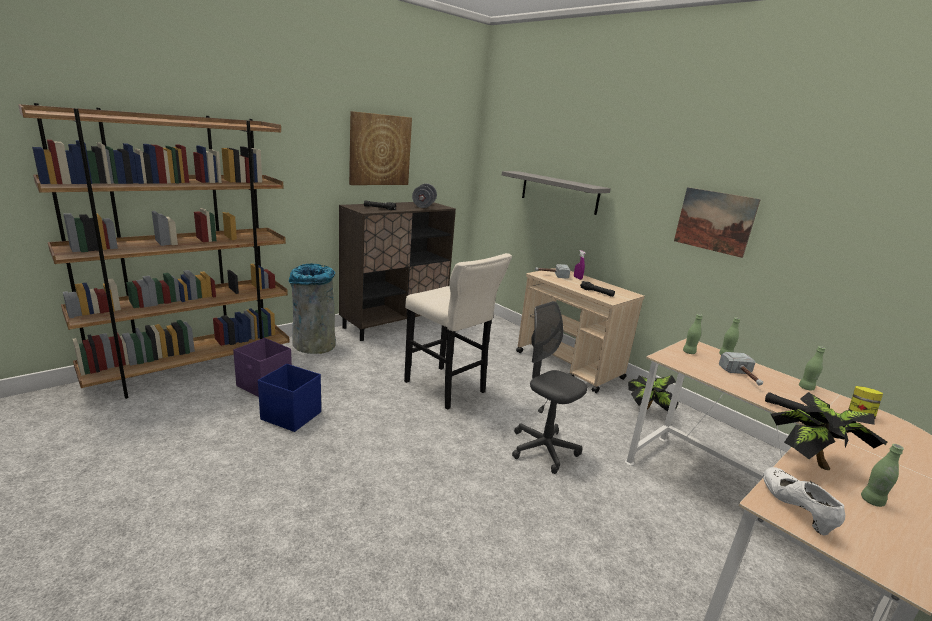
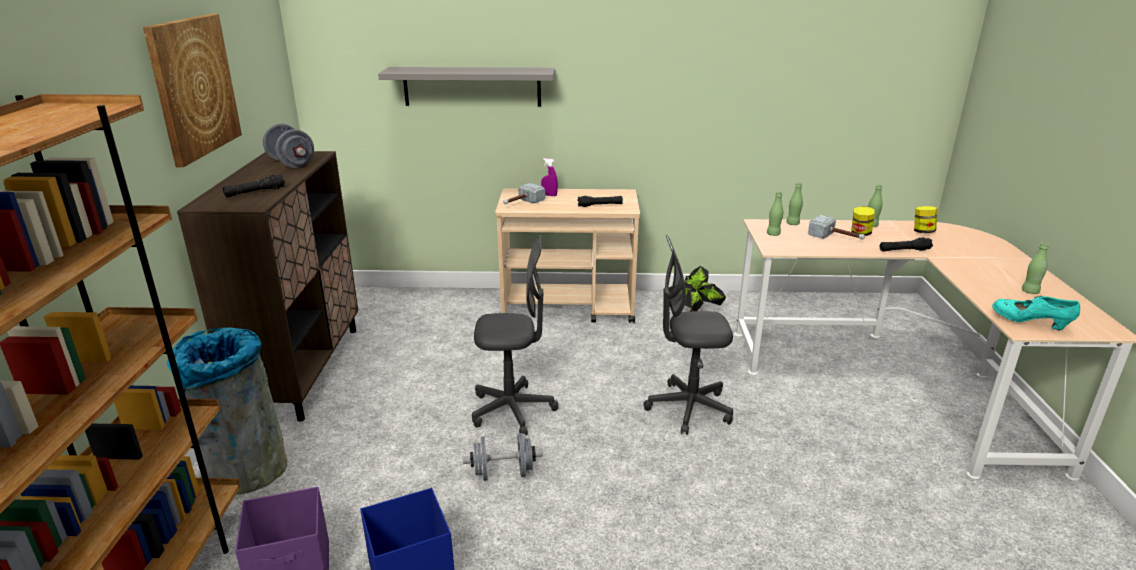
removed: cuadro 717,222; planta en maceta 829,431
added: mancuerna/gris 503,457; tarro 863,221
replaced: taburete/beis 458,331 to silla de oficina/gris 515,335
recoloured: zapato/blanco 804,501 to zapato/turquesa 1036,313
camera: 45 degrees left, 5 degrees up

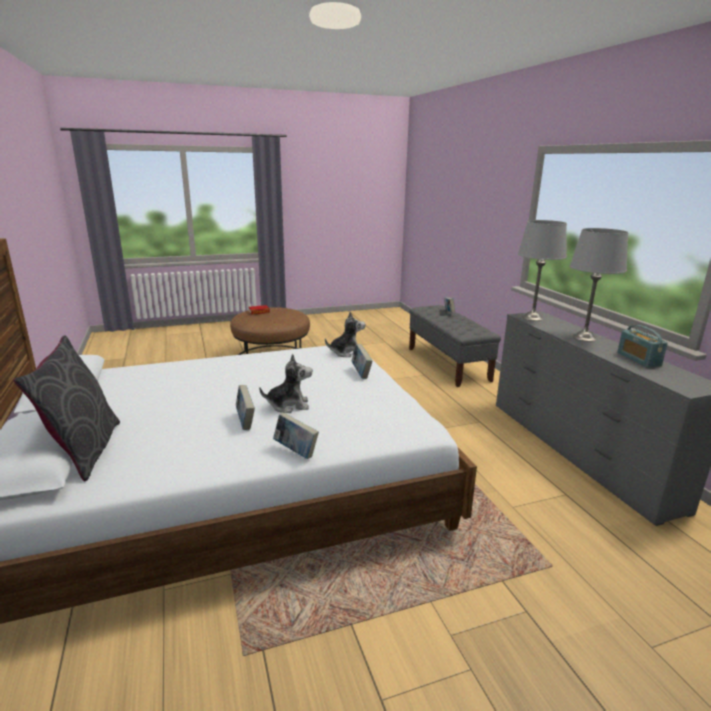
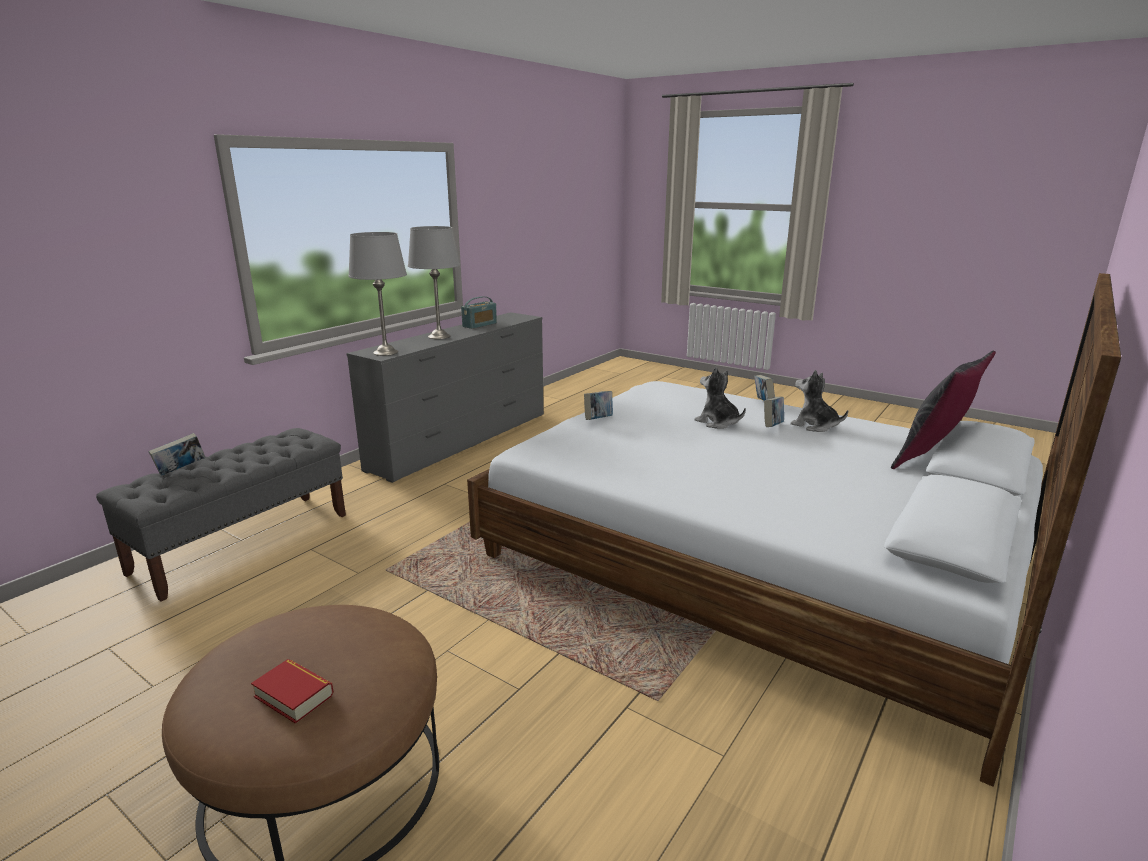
moved: peluche 345,334 to 819,401
camera: 125 degrees left, 0 degrees up

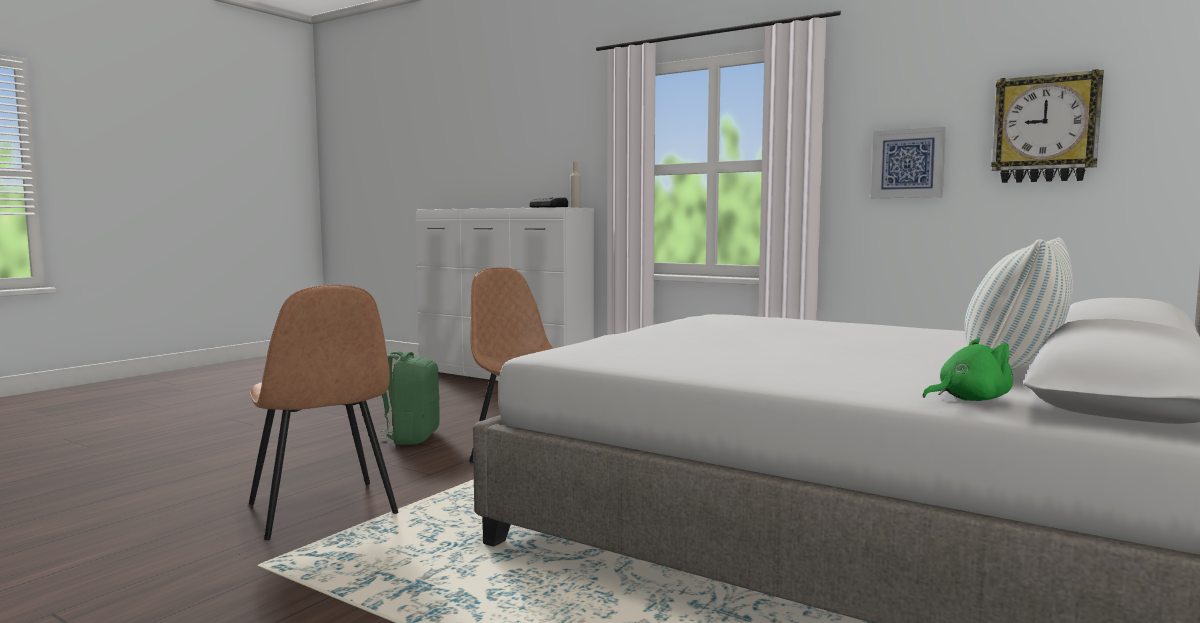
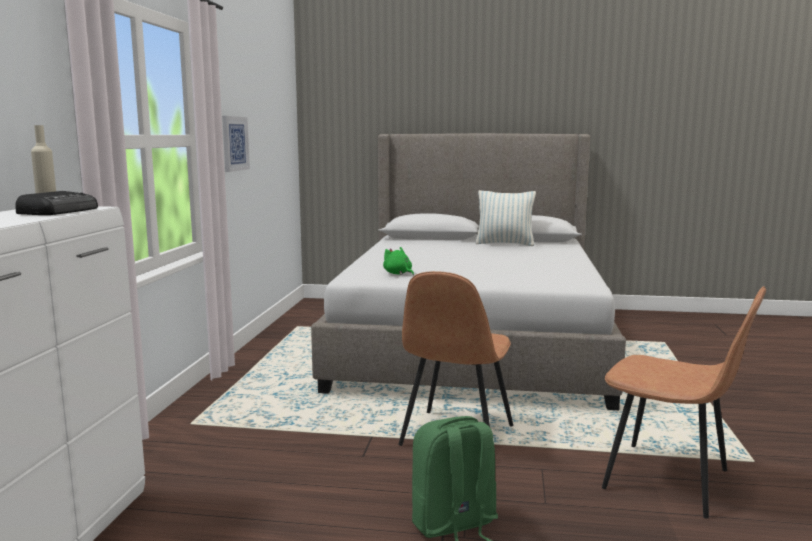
removed: reloj de pared 1047,126
moved: peluche/verde 968,369 to 398,261
turned: silla/marrón 323,412 = 684,403 90 degrees clockwise
camera: 115 degrees left, 5 degrees up

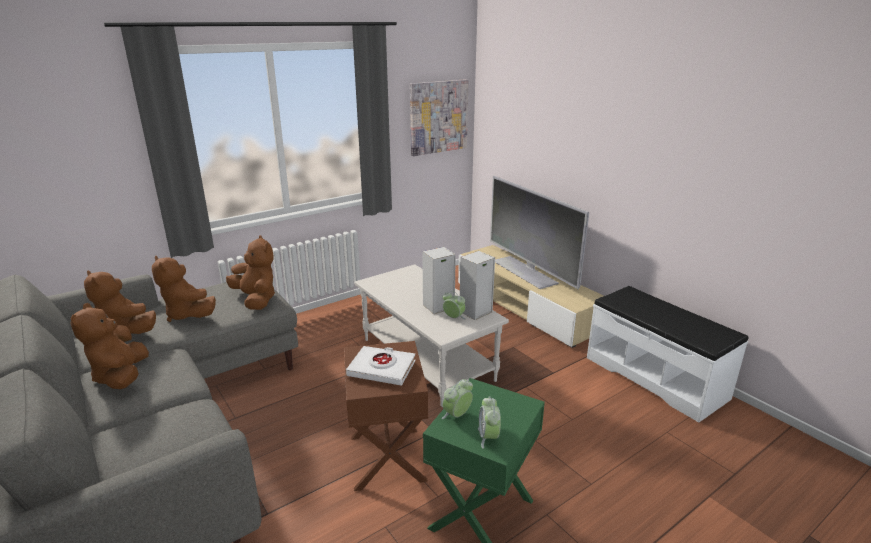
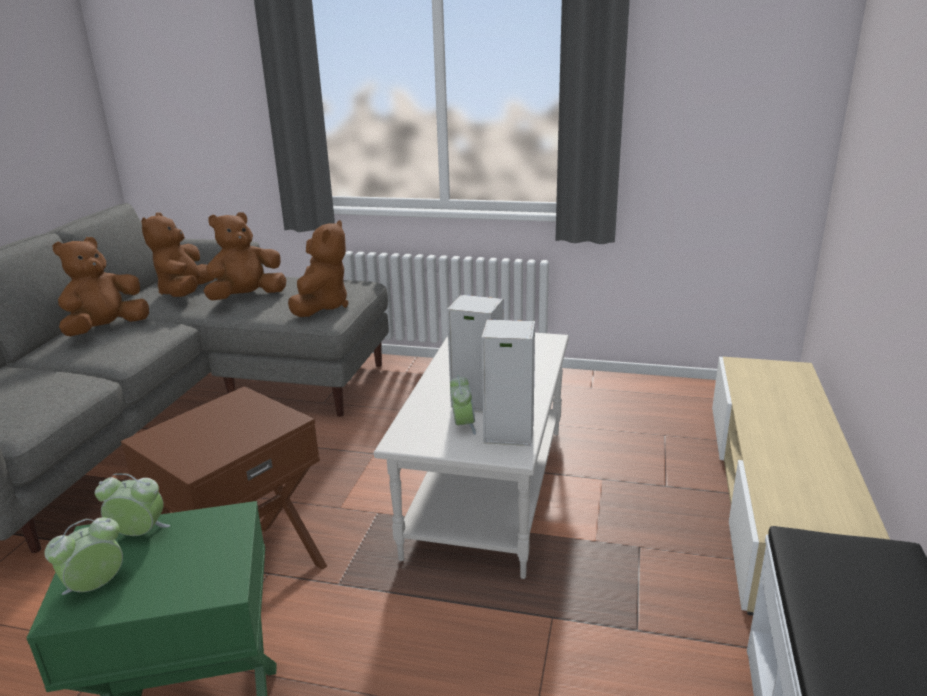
removed: libro/blanco 380,366; cuadro 439,117; televisor 539,232
turned: peluche/marrón 184,289 = 245,256 45 degrees clockwise
camera: 50 degrees right, 0 degrees up

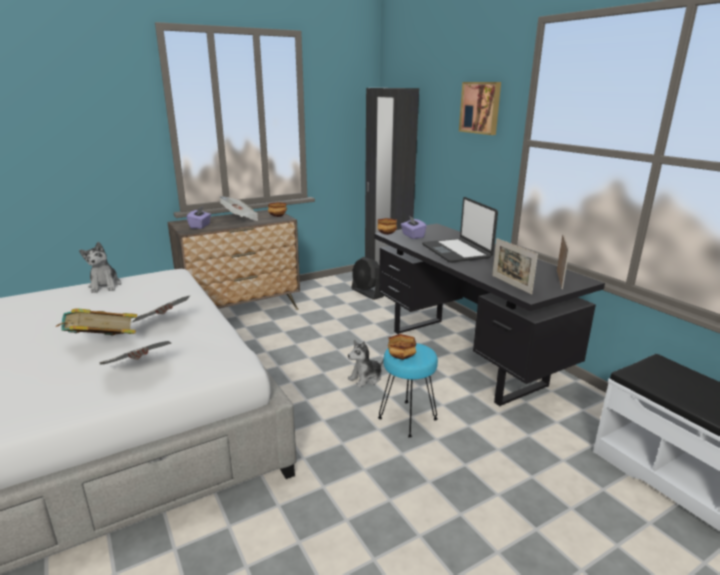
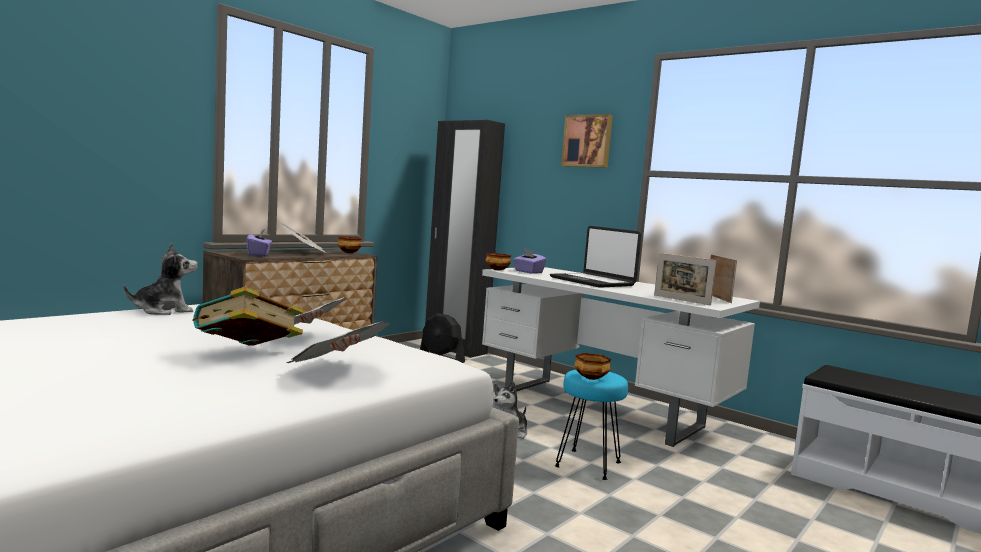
recoloured: escritorio/negro 489,314 to escritorio/blanco 621,357
turned: peluche 100,267 = 161,279 90 degrees counterclockwise
camera: 20 degrees left, 15 degrees down

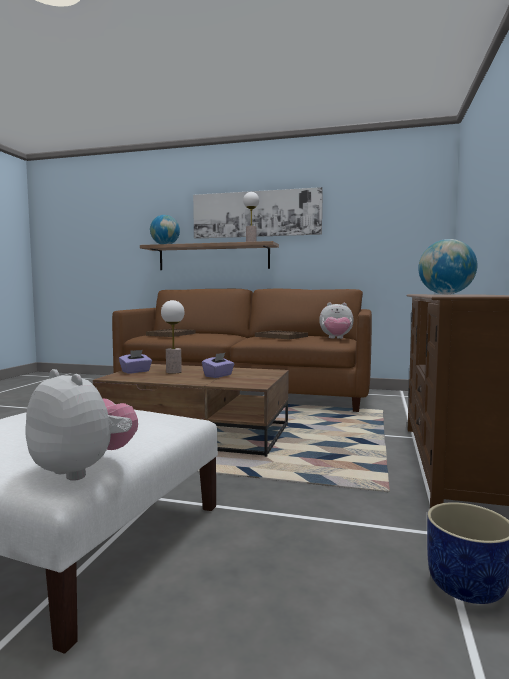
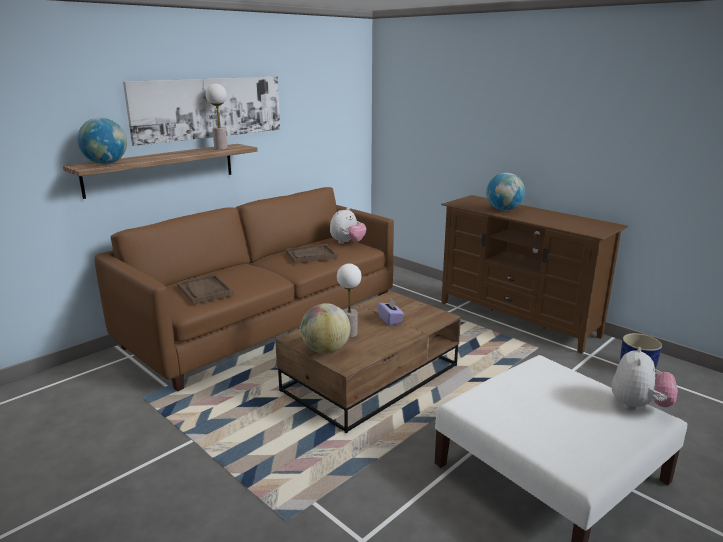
replaced: caja de pañuelos/morado 135,362 to globo terráqueo 326,328
turned: peluche 81,425 = 645,378 135 degrees clockwise
camera: 60 degrees left, 15 degrees up

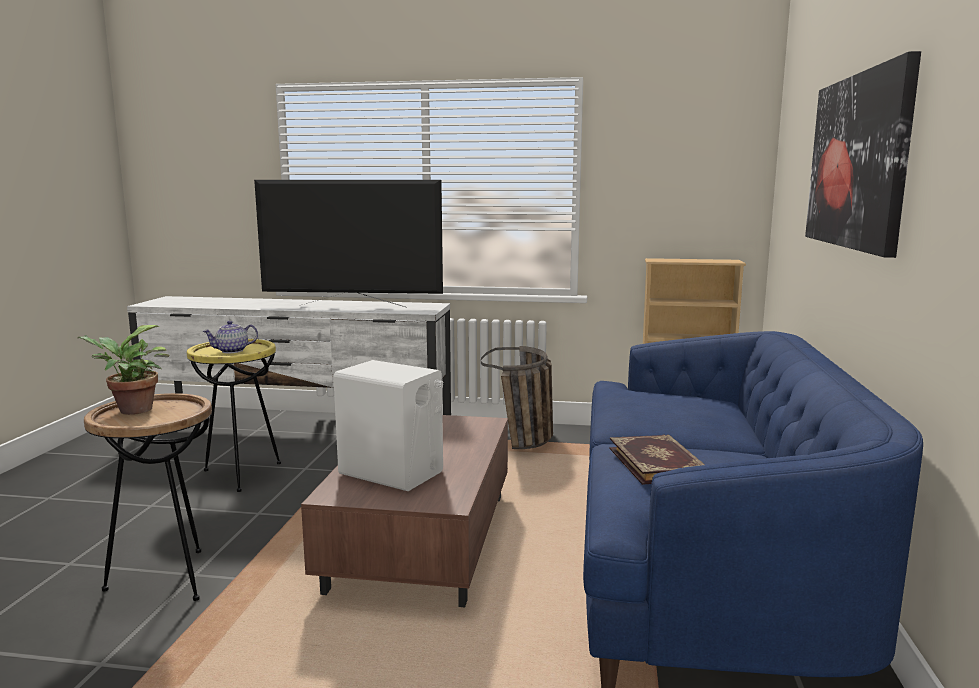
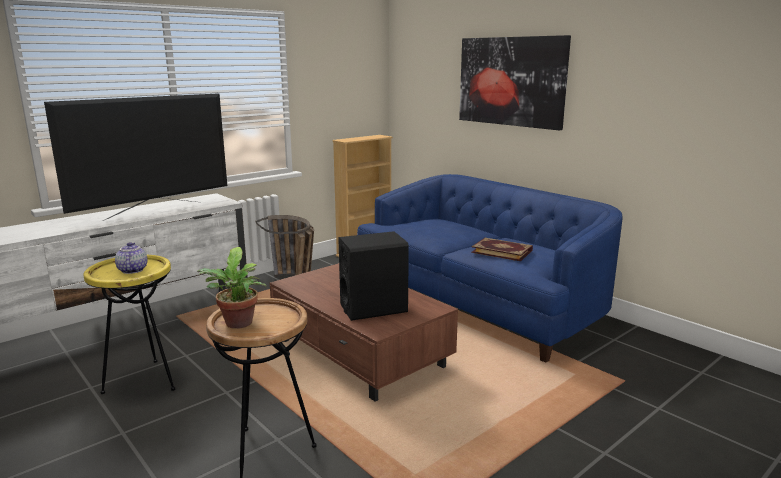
recoloured: altavoz/blanco 388,425 to altavoz/negro 373,276
turned: tetera 230,337 = 131,258 150 degrees clockwise
camera: 50 degrees left, 5 degrees up

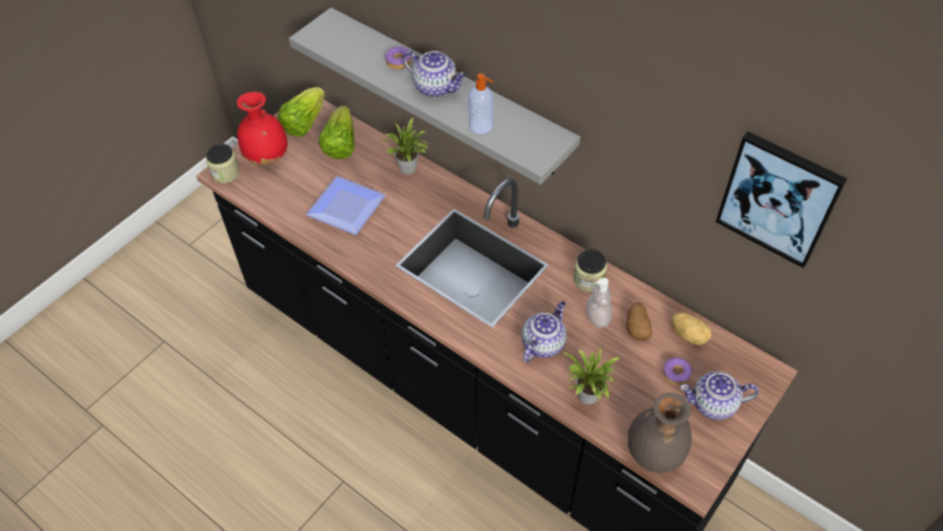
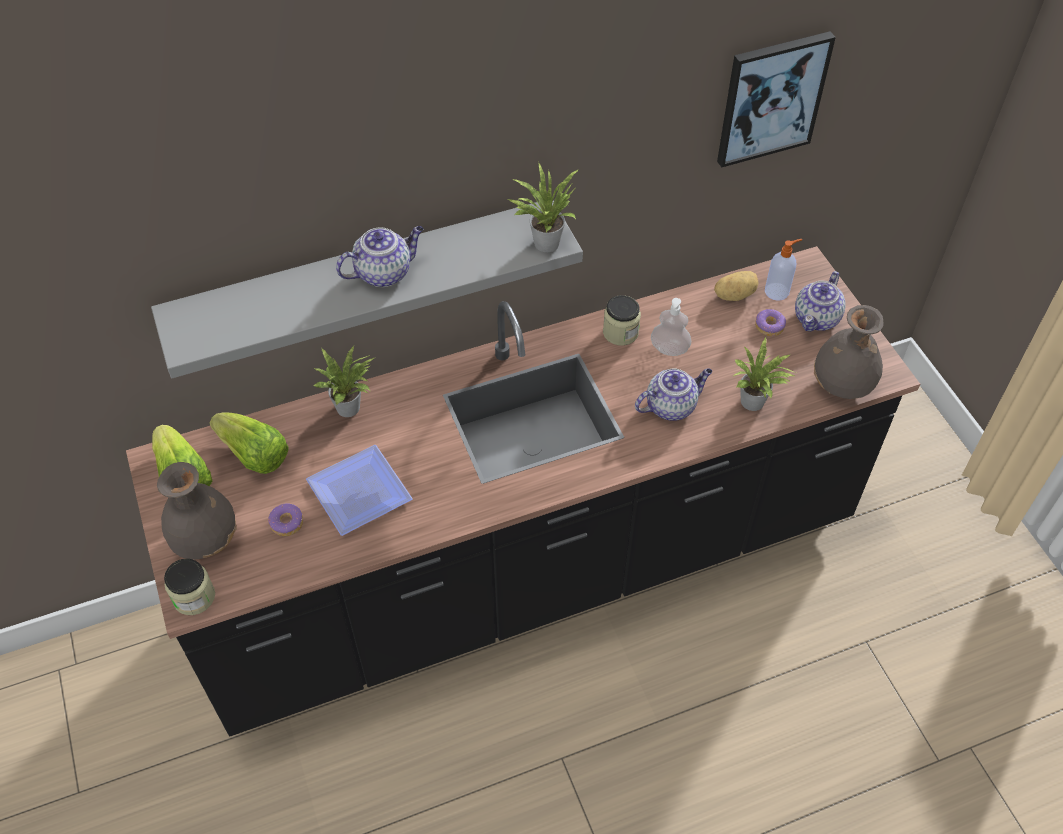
removed: patata 639,321
added: planta en maceta 543,207
moved: rosquilla 398,58 to 285,519; dispensador de jabón 481,103 to 783,270
recoloured: florero/rojo 262,128 to florero/gris 197,511
turned: tetera 544,331 = 673,394 90 degrees clockwise
camera: 60 degrees left, 0 degrees up

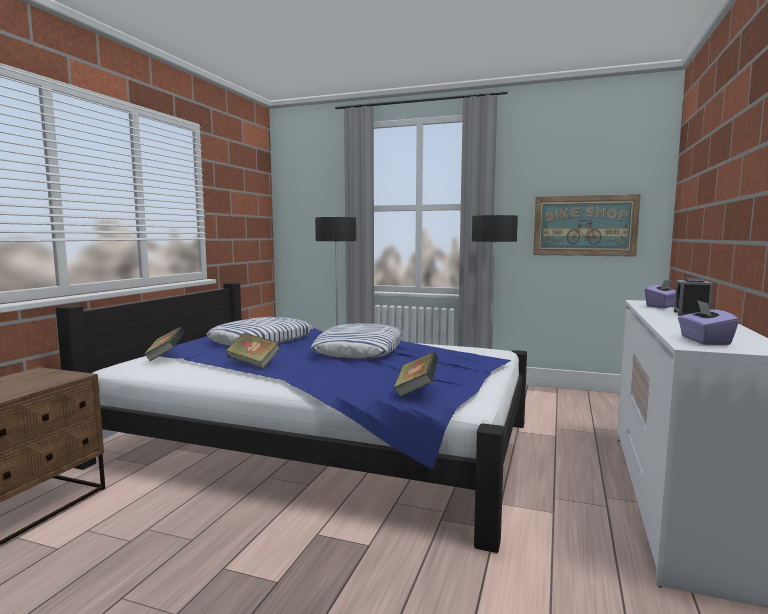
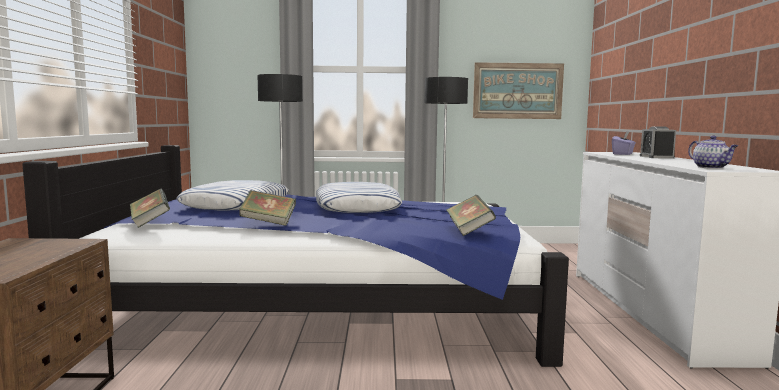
replaced: caja de pañuelos/morado 708,322 to tetera 713,152
camera: 20 degrees left, 0 degrees up

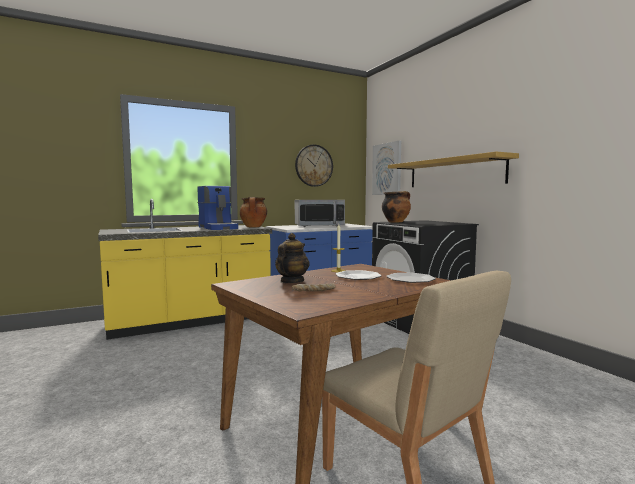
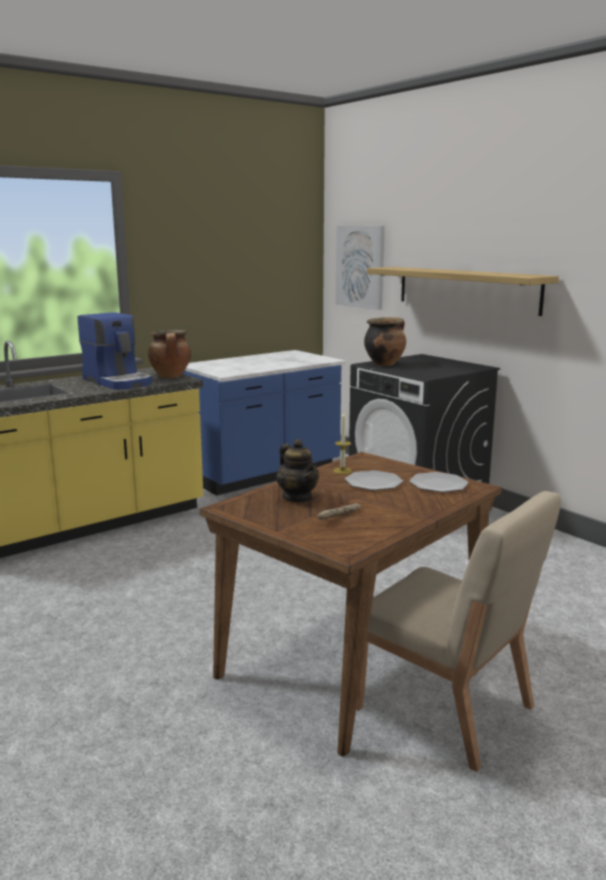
removed: reloj de pared 314,166; microondas 320,213
turned: tetera 292,258 = 297,470 135 degrees clockwise
camera: 10 degrees left, 10 degrees up

